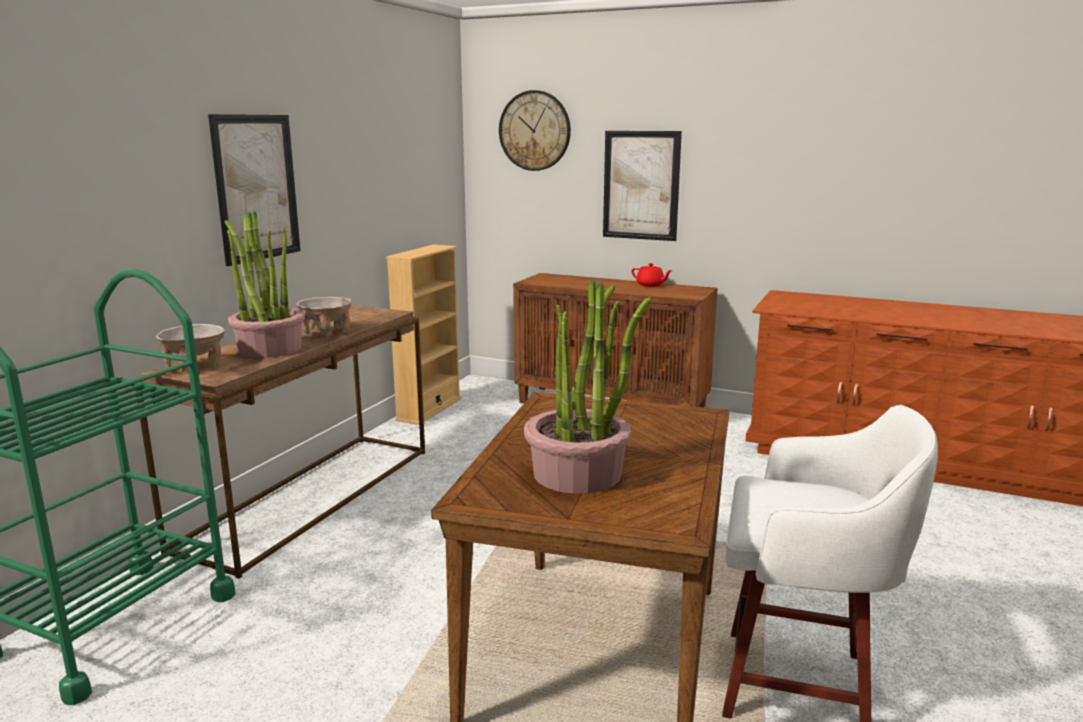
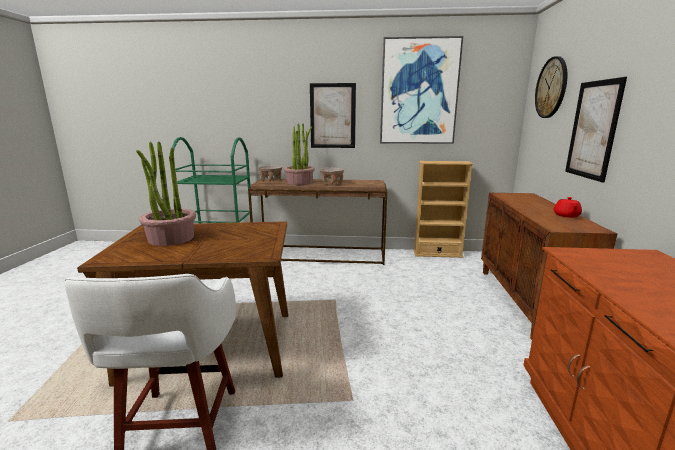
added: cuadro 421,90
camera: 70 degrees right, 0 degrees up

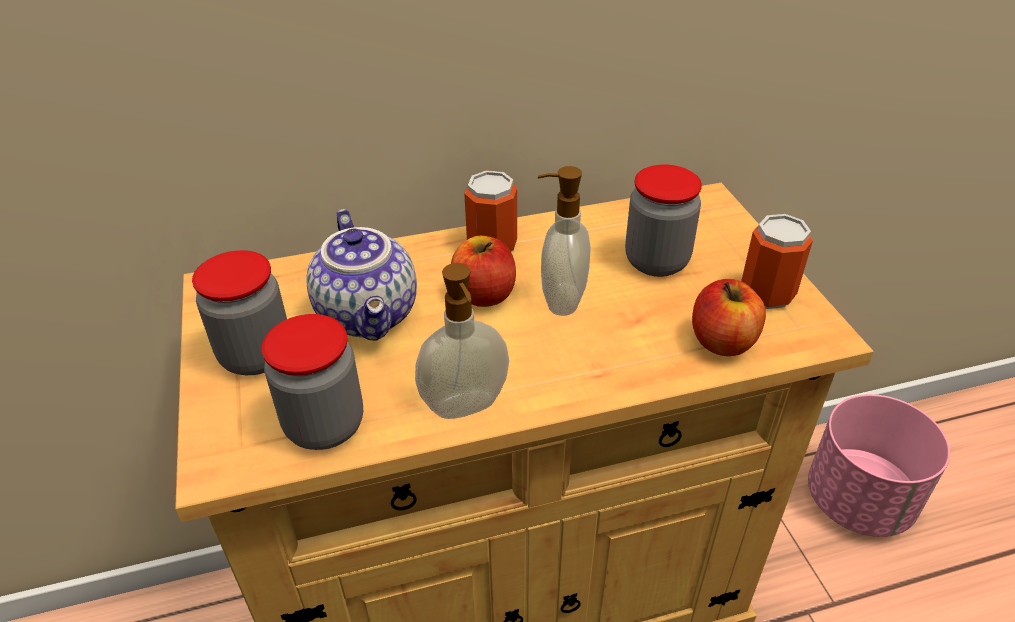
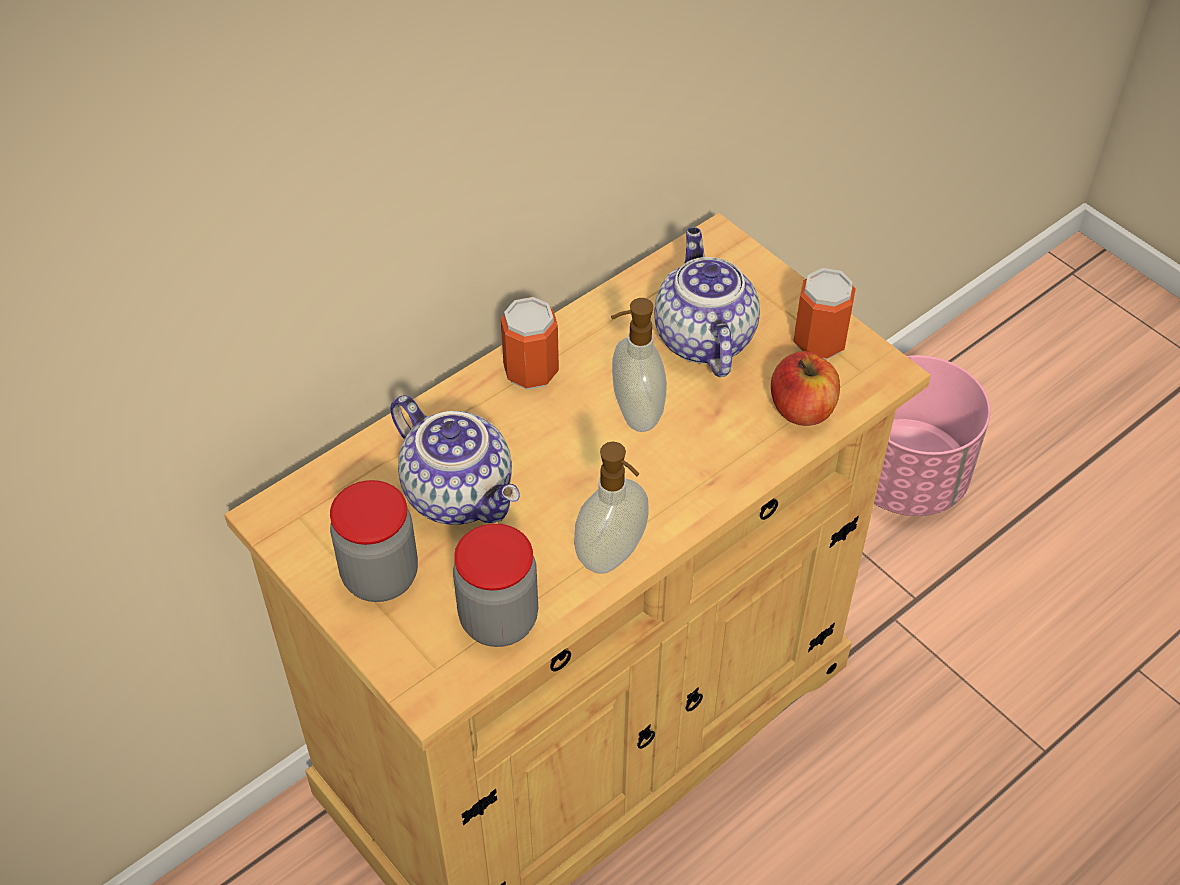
removed: manzana 483,271
replaced: tarro 663,221 to tetera 707,302
camera: 25 degrees left, 10 degrees up

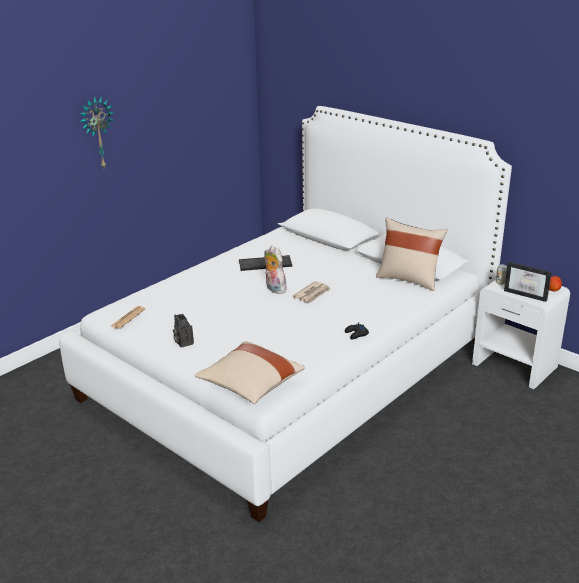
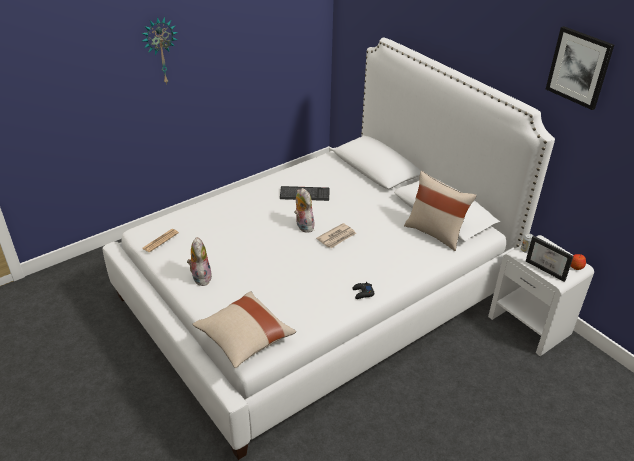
added: cuadro 580,68
replaced: cámara 183,331 to peluche 199,261
camera: 10 degrees right, 10 degrees up

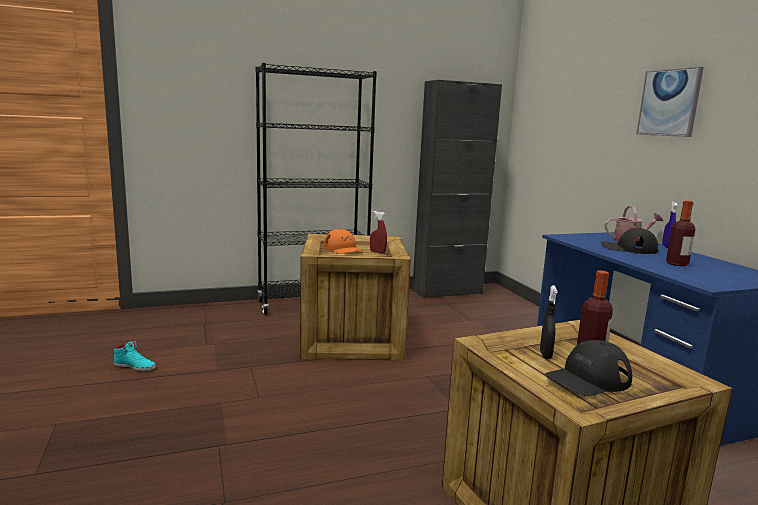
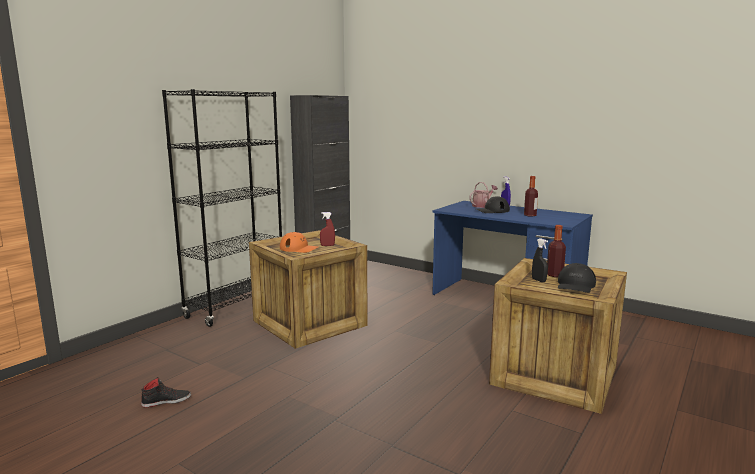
removed: cuadro 670,102
recoloured: zapato/turquesa 135,356 to zapato/negro 166,392
camera: 35 degrees left, 0 degrees up

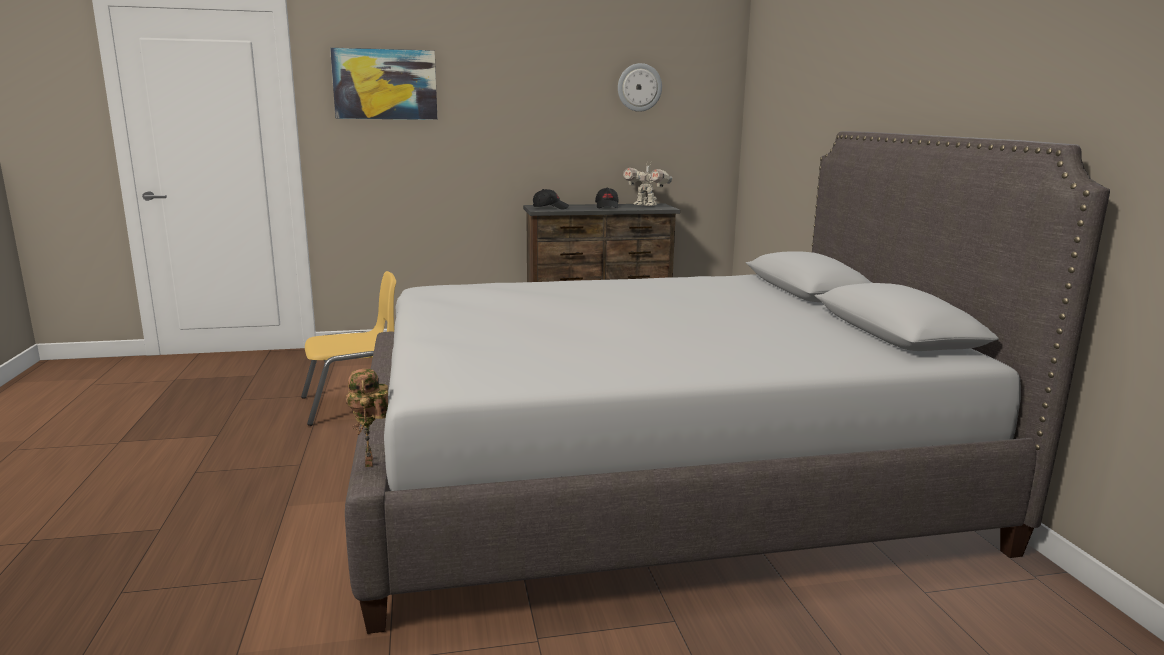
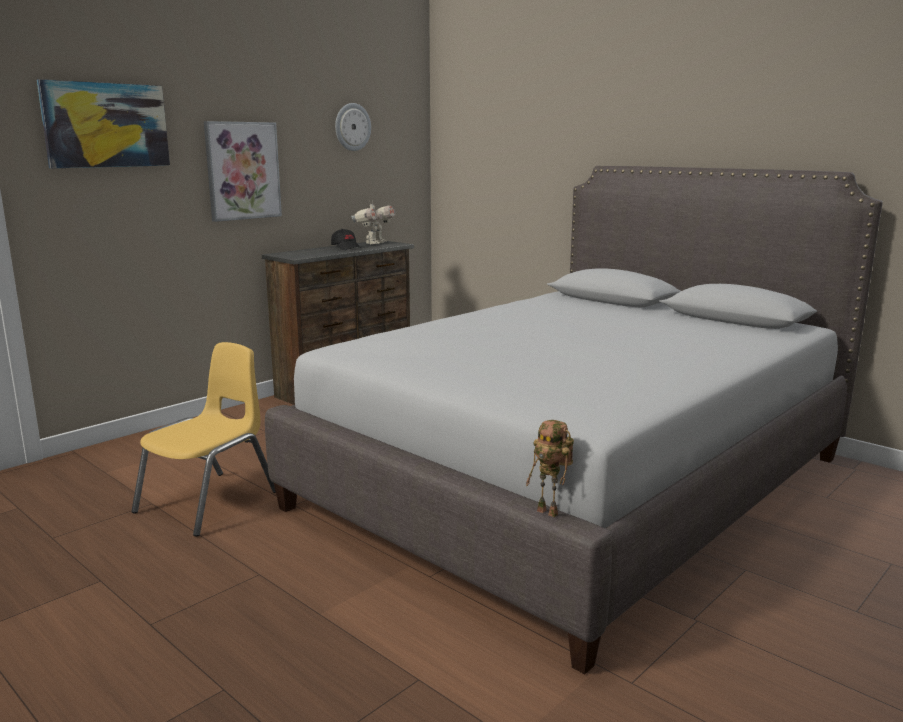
removed: gorra/negro 551,199
added: cuadro 243,171
turned: robot de juguete 647,184 = 373,222 60 degrees counterclockwise
camera: 35 degrees left, 0 degrees up

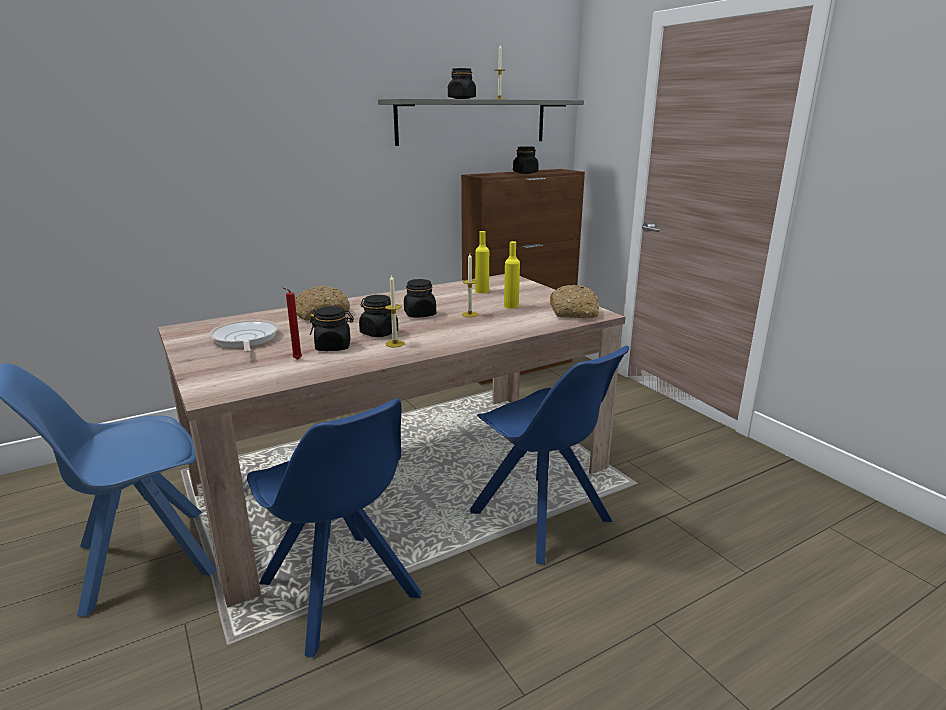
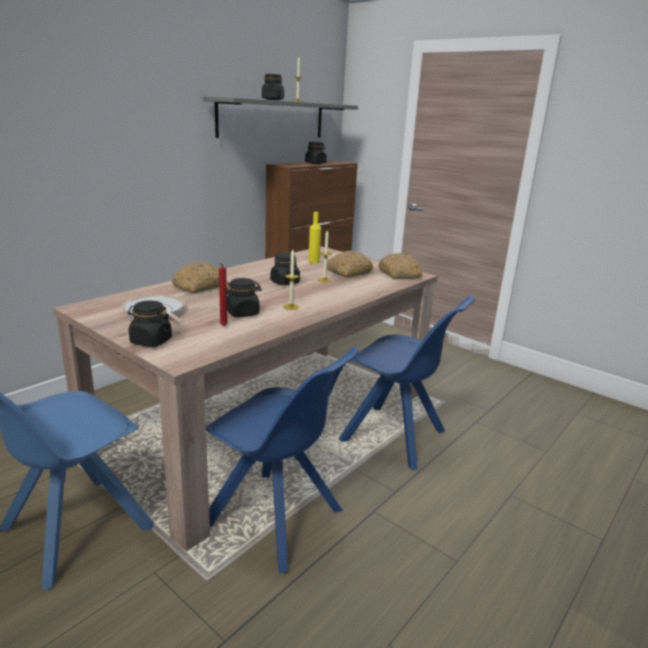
moved: tarro/negro 378,316 to 150,324
replaced: botella/amarillo 512,275 to pan 350,264
camera: 20 degrees left, 0 degrees up

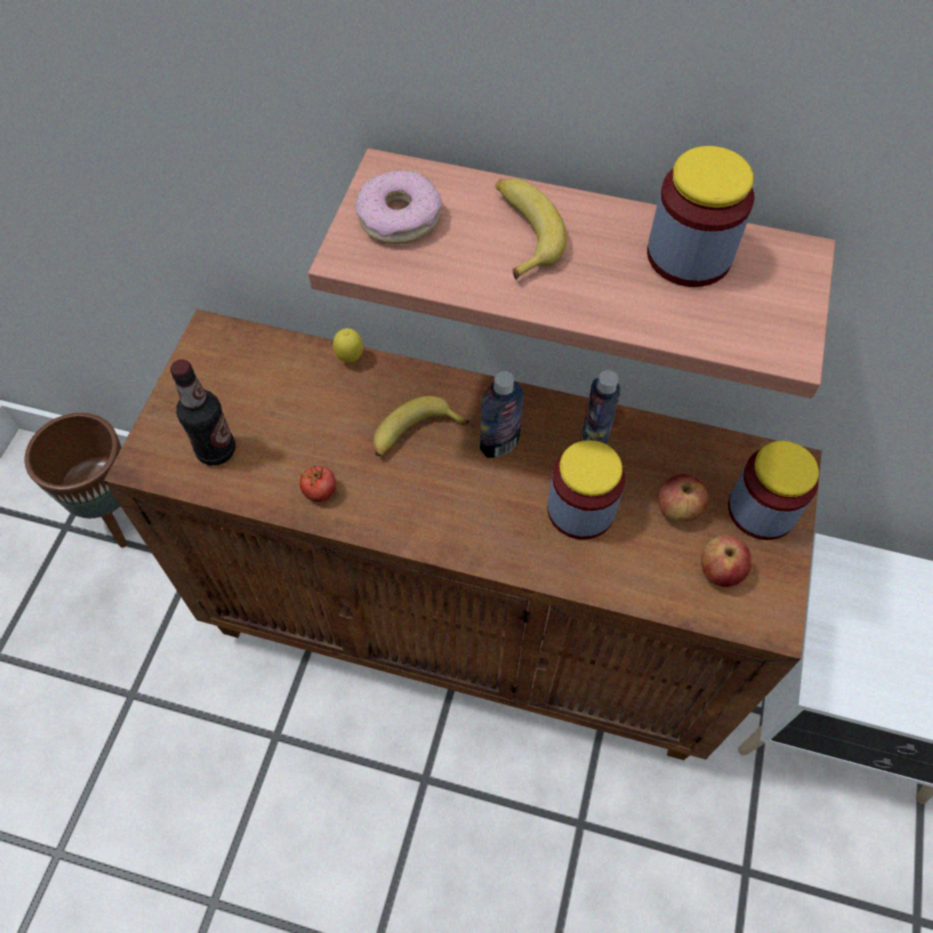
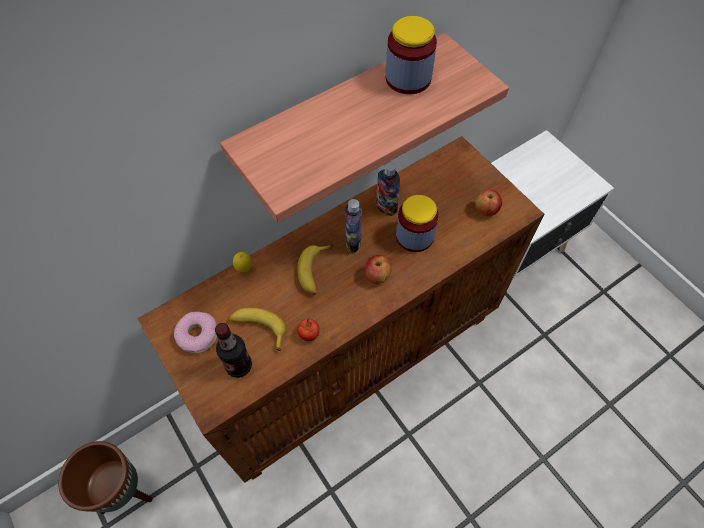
removed: tarro 773,490
moved: rosquilla 398,207 to 195,332; plátano 531,229 to 257,329; manzana 683,498 to 377,269
camera: 50 degrees left, 0 degrees up

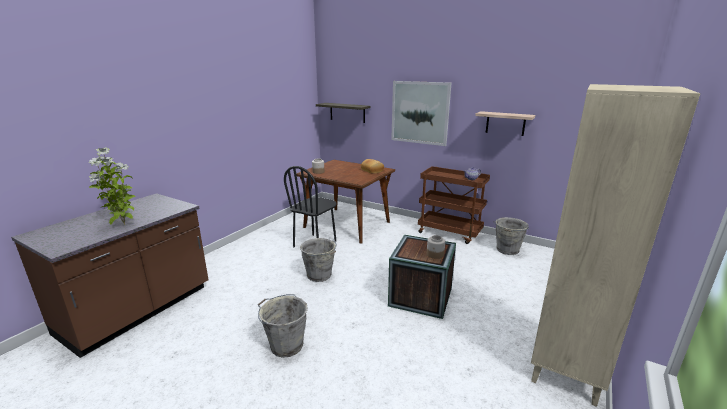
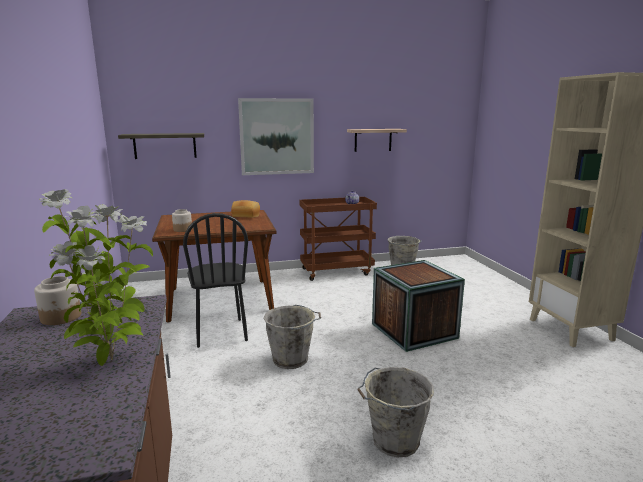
moved: tarro 436,247 to 57,300
camera: 45 degrees left, 5 degrees down

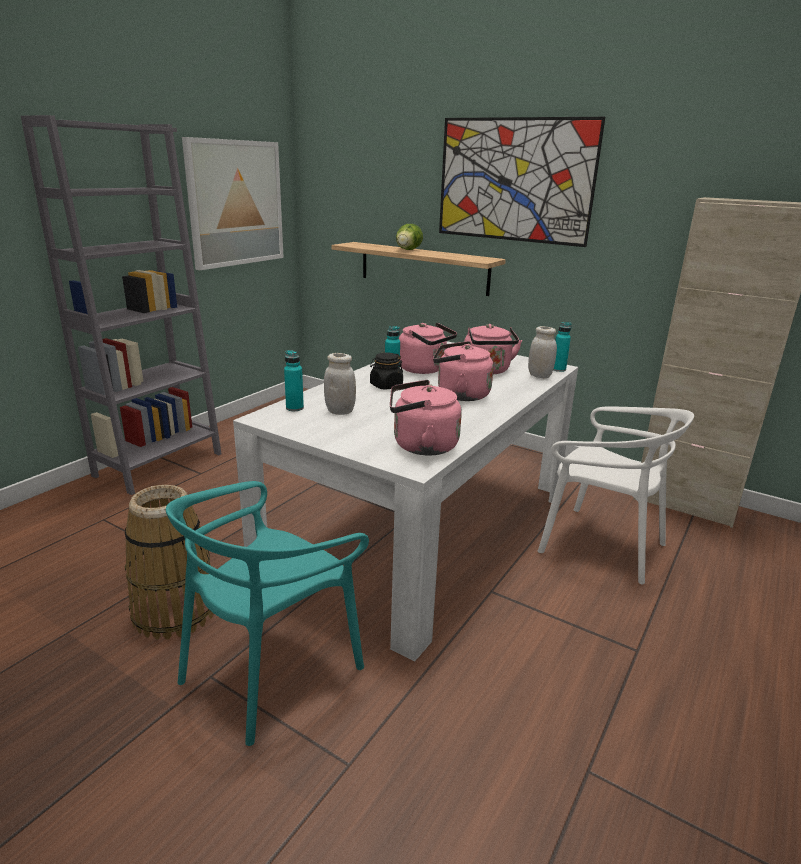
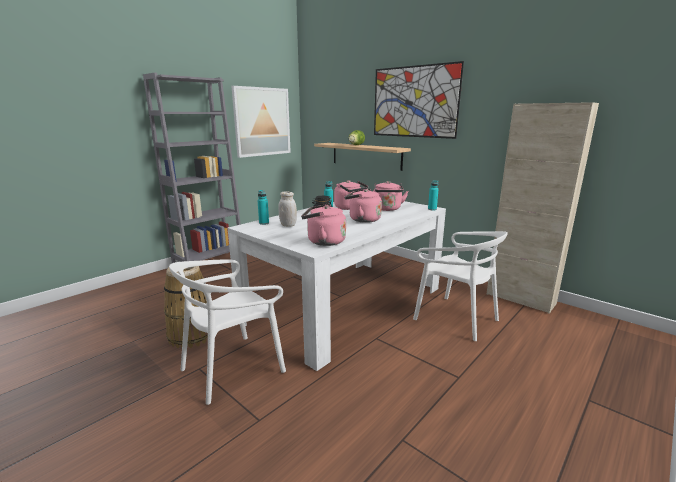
removed: tarro/blanco 542,352
recoloured: silla/turquesa 267,613 to silla/blanco 227,332
camera: 10 degrees right, 5 degrees down

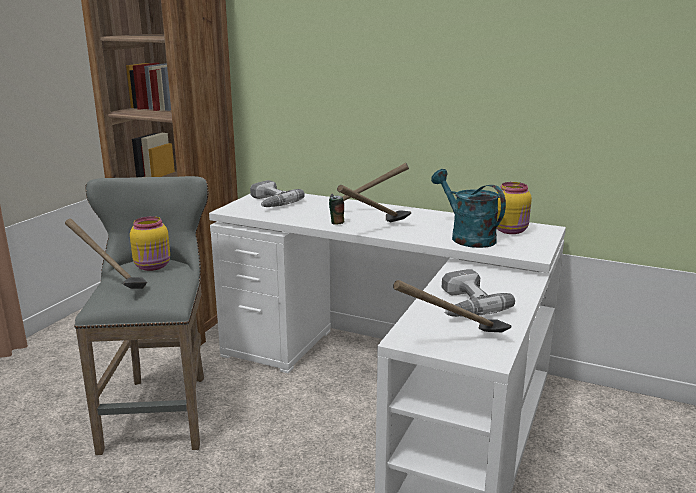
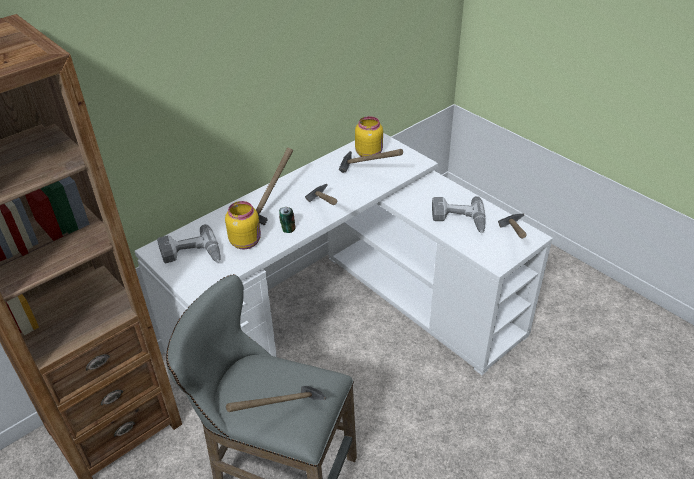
moved: tarro/amarillo 150,243 to 243,225
replaced: regadera/turquesa 468,208 to martillo 371,161
camera: 65 degrees left, 20 degrees up

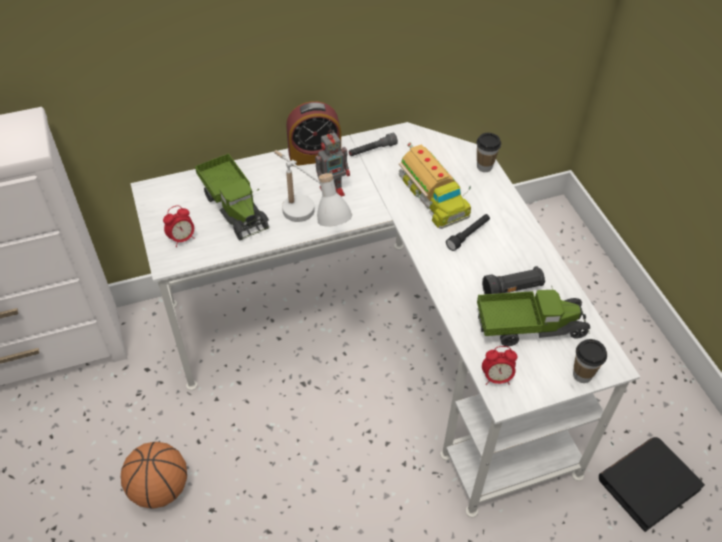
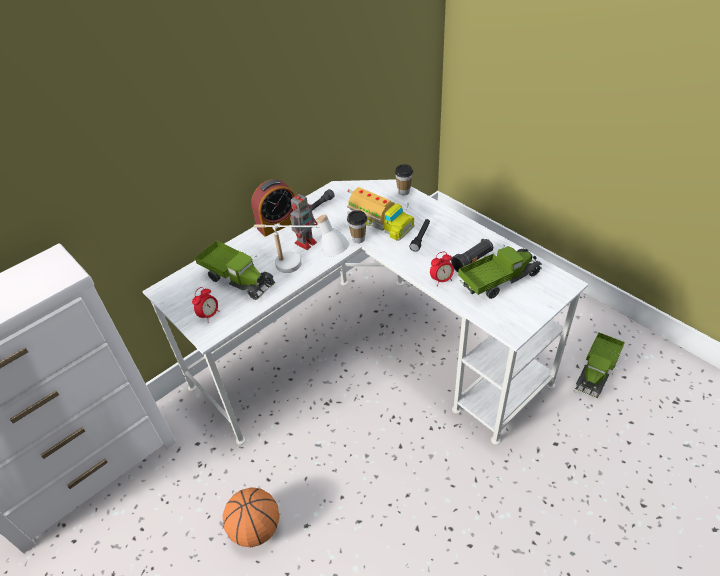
moved: despertador 499,365 to 442,269; taza 590,361 to 357,226
replaced: libro/negro 652,484 to camión de juguete 600,365
camera: 20 degrees left, 5 degrees down

